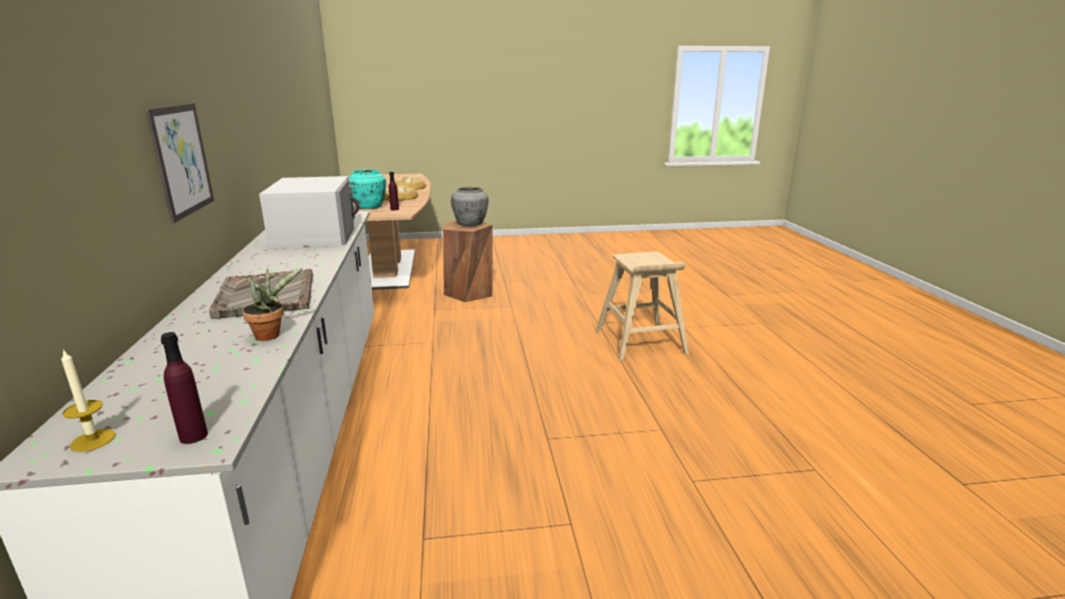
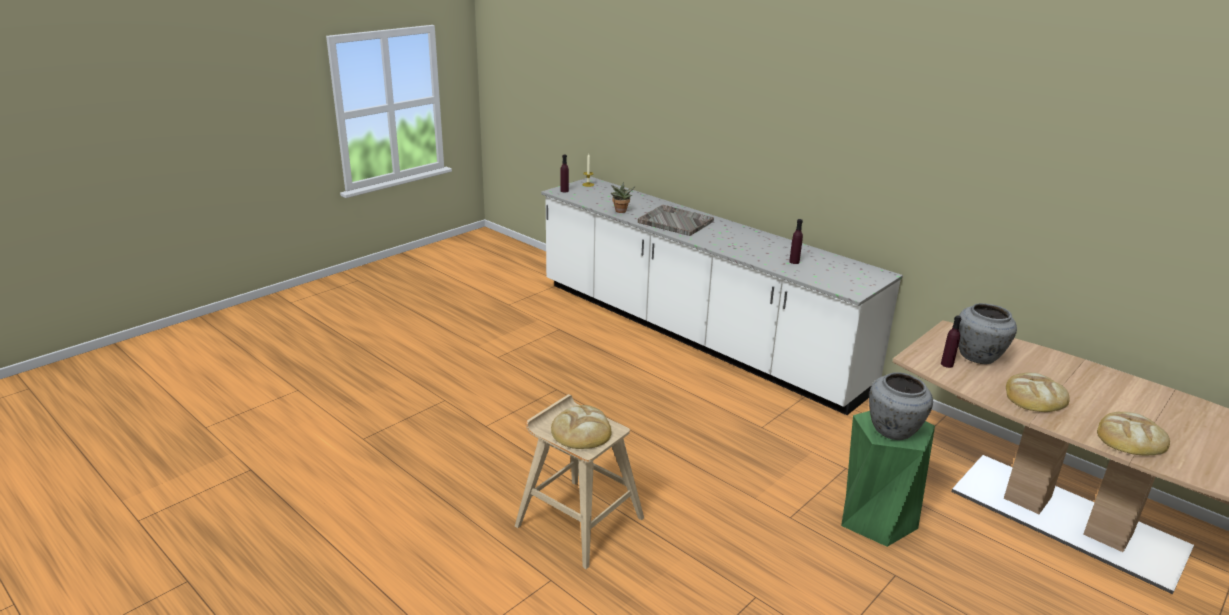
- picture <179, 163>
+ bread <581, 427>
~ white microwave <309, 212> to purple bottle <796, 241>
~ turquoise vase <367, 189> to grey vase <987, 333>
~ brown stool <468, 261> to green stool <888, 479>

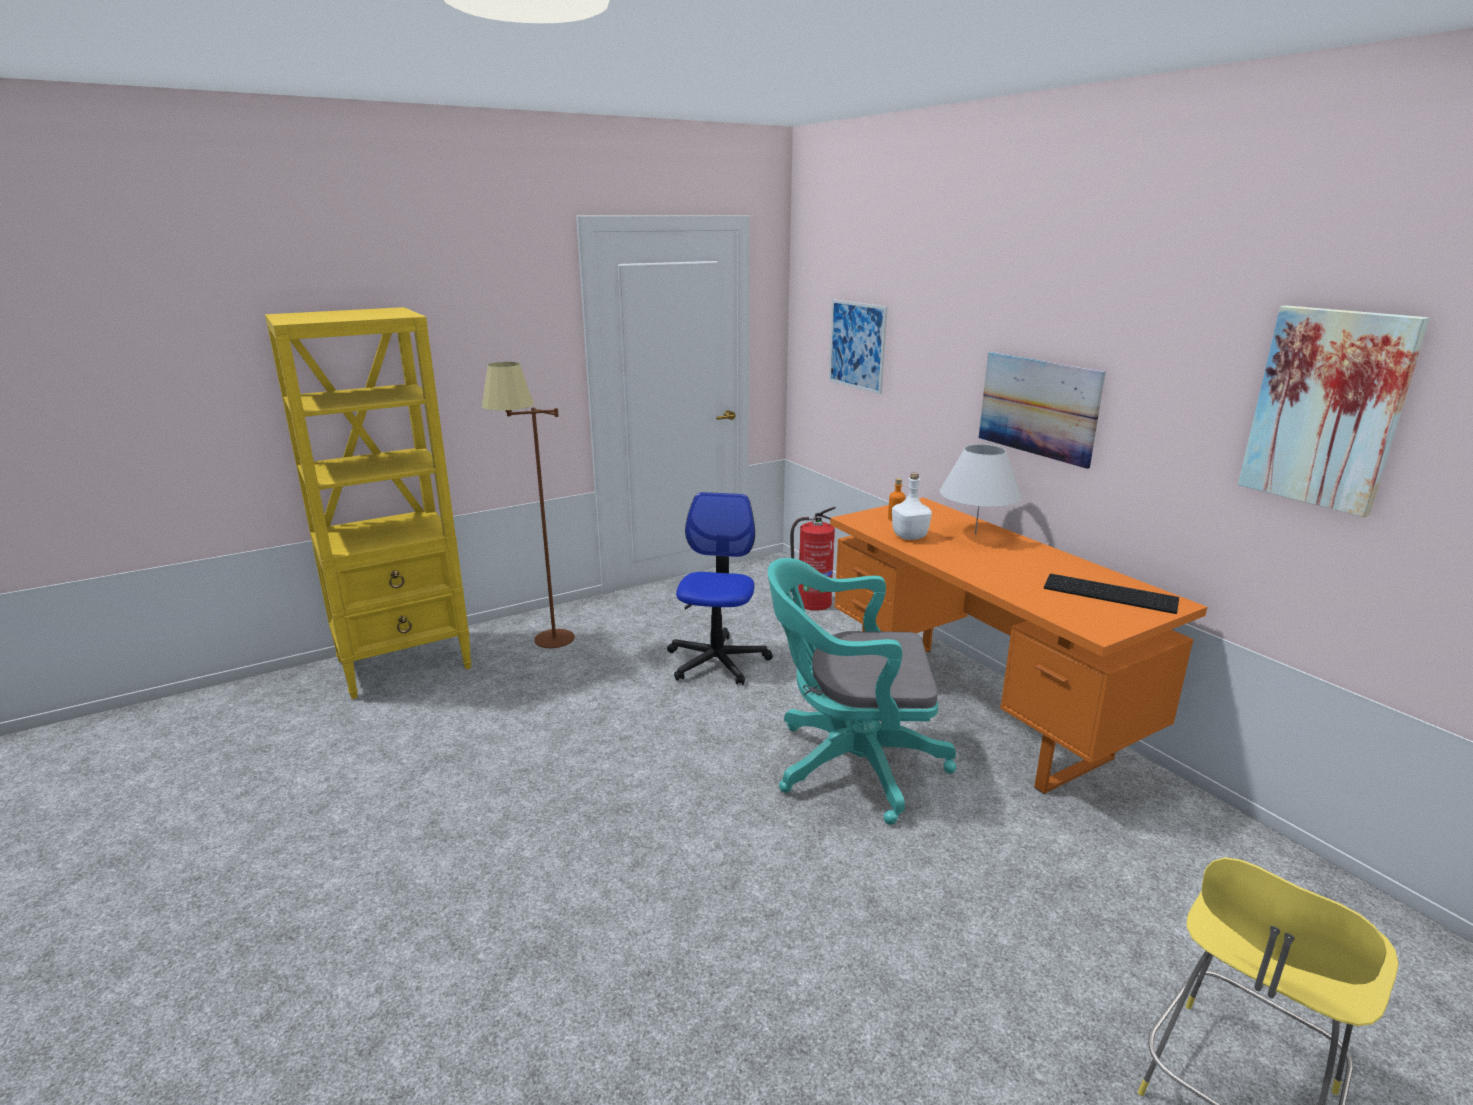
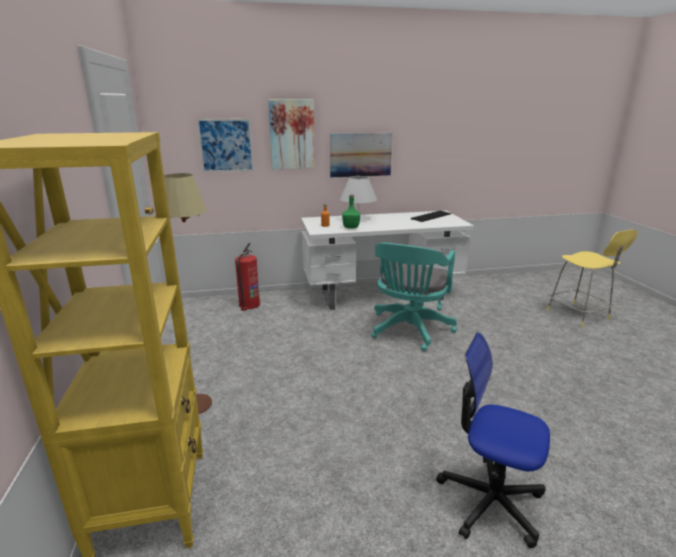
~ office chair <720, 588> to <493, 440>
~ picture <1334, 411> to <291, 134>
~ orange desk <1018, 645> to white desk <387, 260>
~ white bottle <912, 506> to green bottle <351, 211>

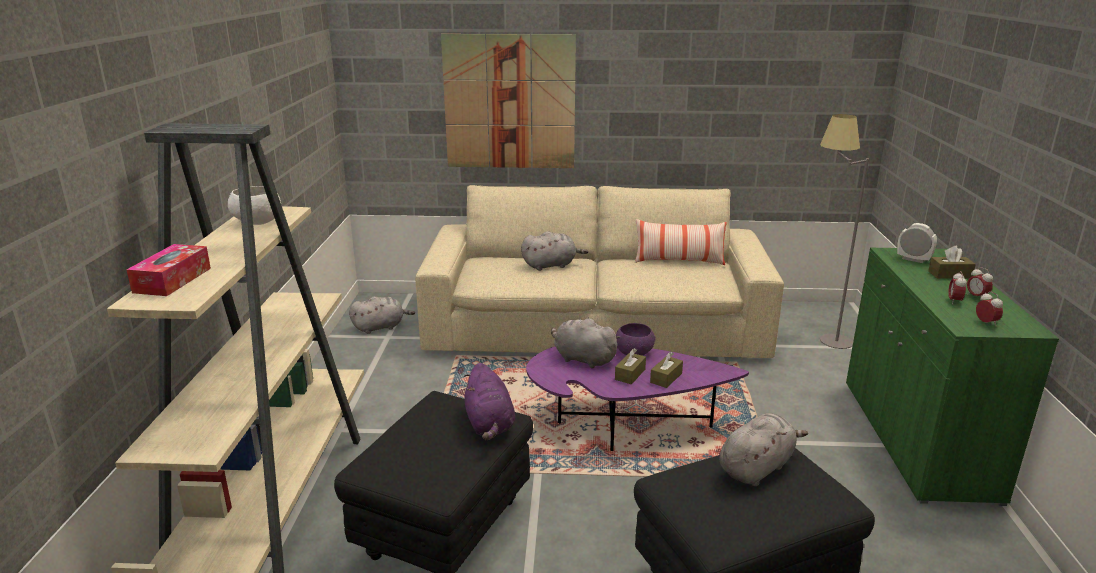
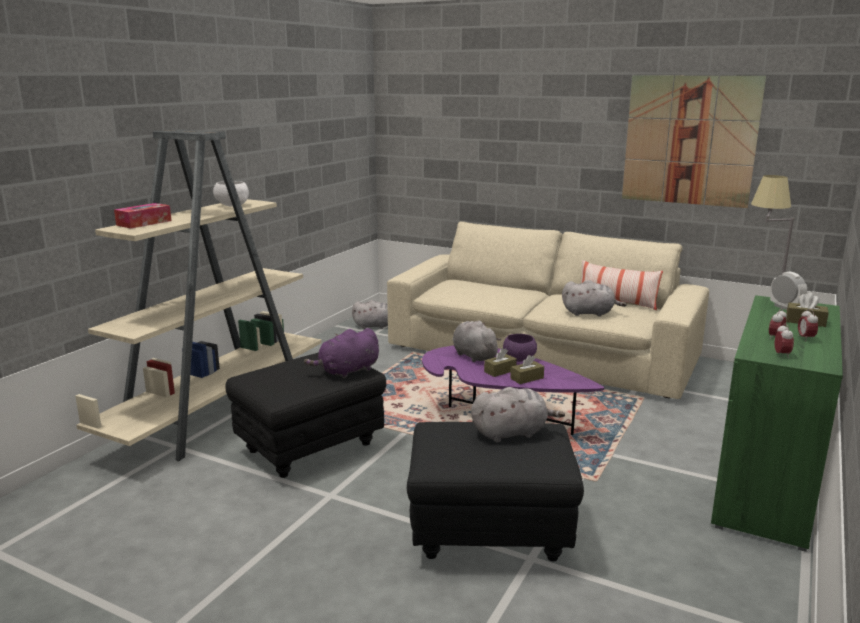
~ picture <508, 101> to <694, 142>
~ grey plush toy <554, 251> to <594, 298>
~ purple plush toy <489, 401> = <341, 353> 45 degrees clockwise

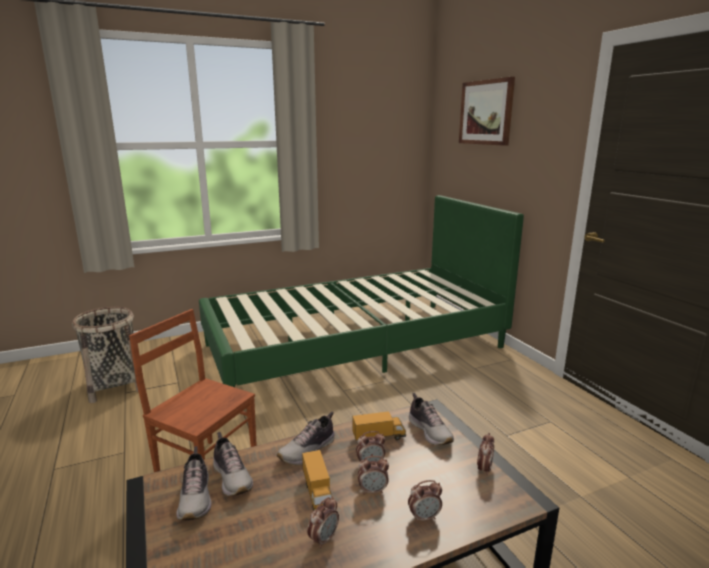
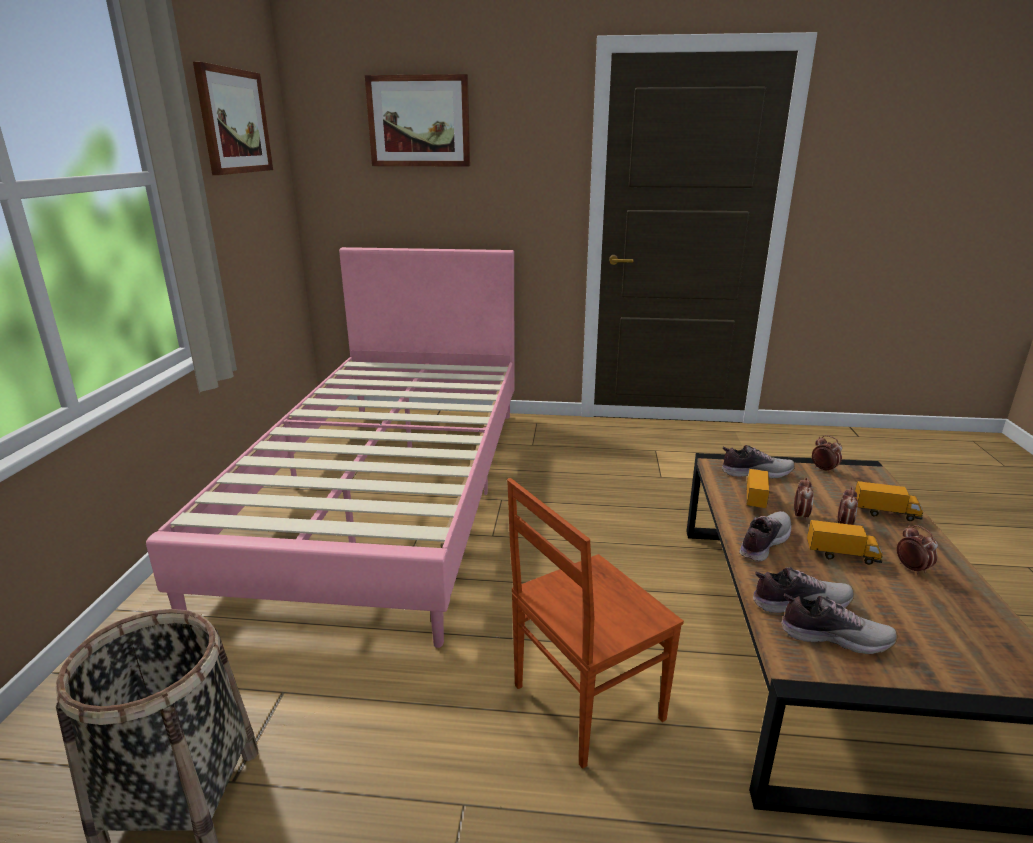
+ picture <233, 118>
~ alarm clock <425, 501> to toy truck <889, 501>
~ green bed <361, 291> to pink bed <330, 447>
~ shoe <306, 438> = <765, 536> 120 degrees counterclockwise

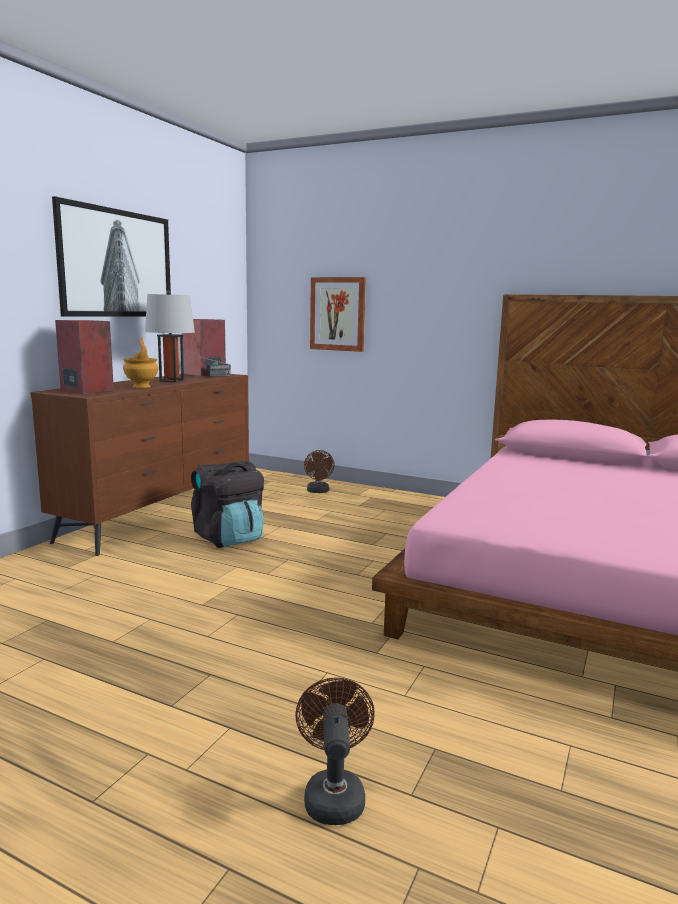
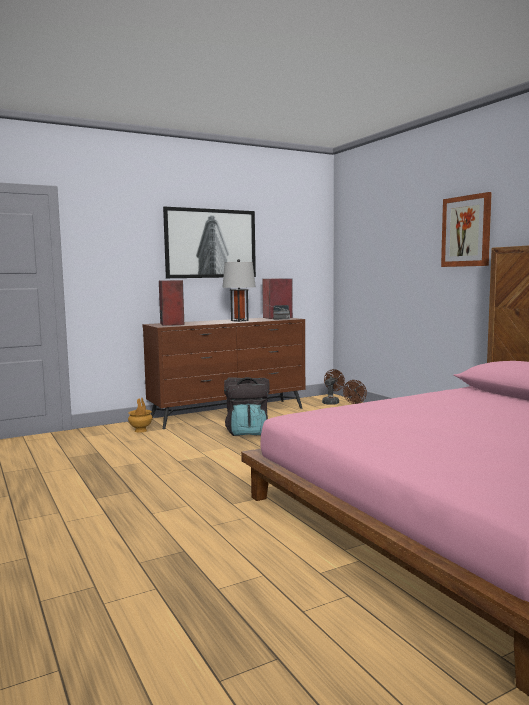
~ brown vase <141, 362> to <140, 415>
~ brown fan <335, 751> to <333, 387>
~ picture <338, 314> to <466, 229>

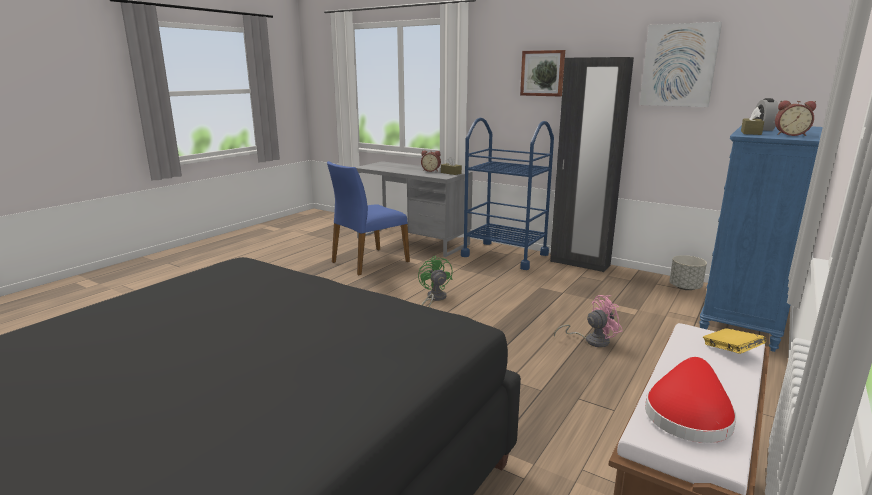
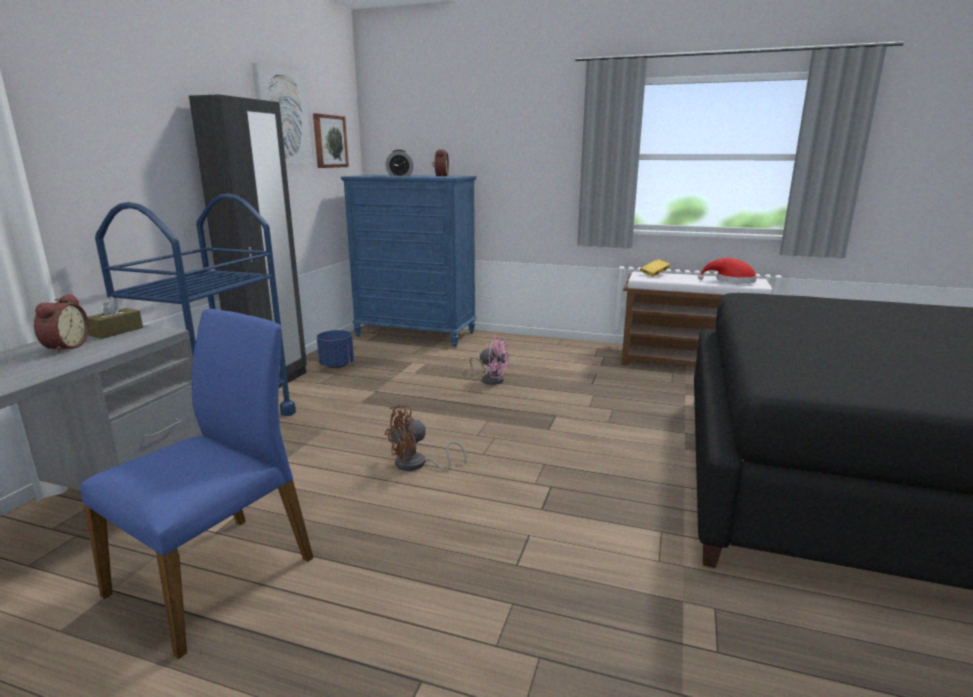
- grey planter <688, 272>
- brown tissue box <752, 121>
+ blue planter <335, 349>
~ picture <542, 73> to <331, 140>
~ green fan <435, 281> to brown fan <425, 438>
~ blue chair <368, 218> = <196, 484> 90 degrees counterclockwise
~ pink fan <588, 321> = <489, 360> 150 degrees clockwise

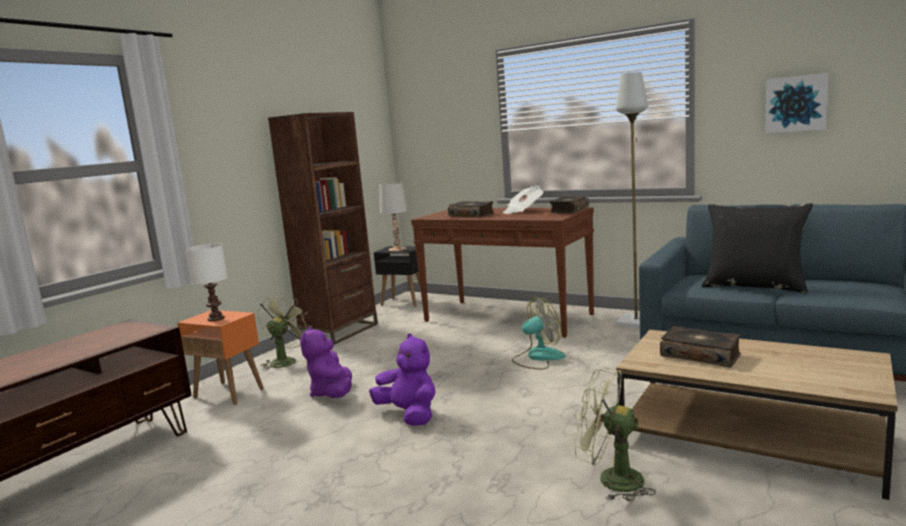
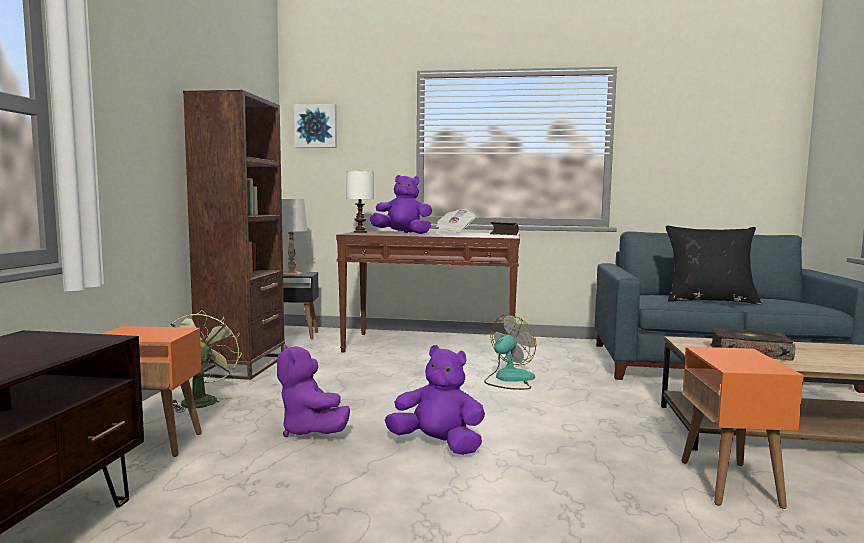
- grey floor lamp <632, 200>
~ white table lamp <206, 282> to <360, 202>
~ picture <797, 103> to <315, 126>
~ book <471, 209> to purple plush toy <400, 204>
~ green fan <614, 434> to orange side table <742, 428>

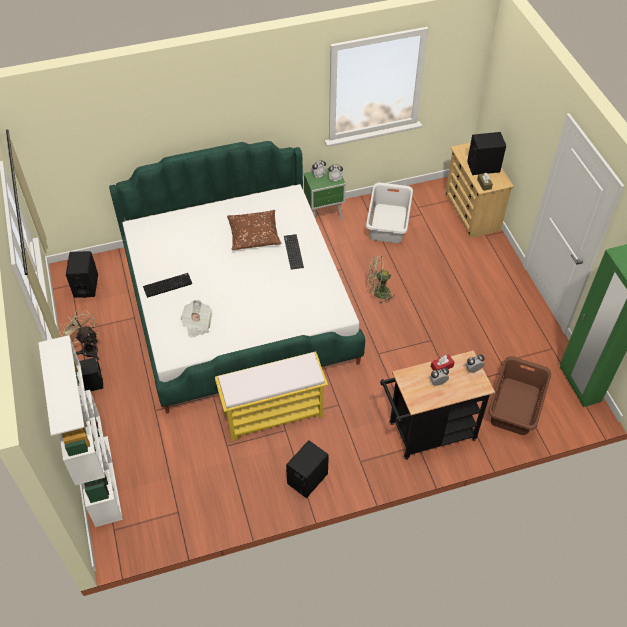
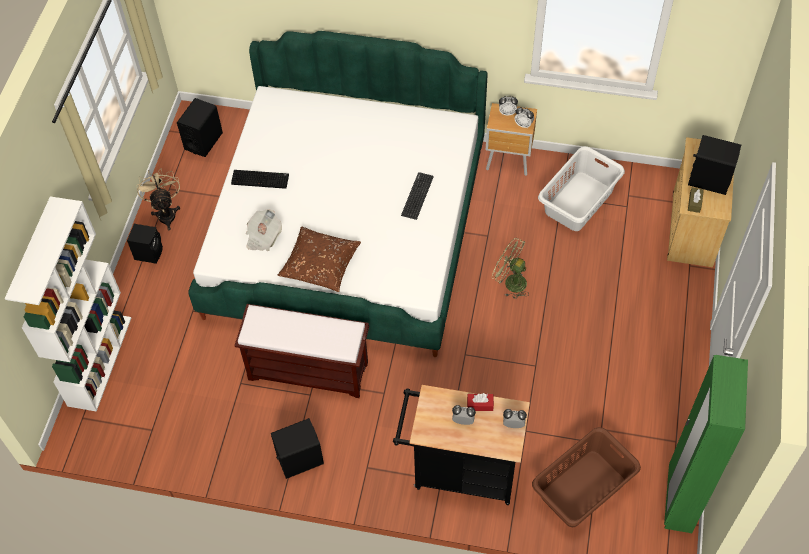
~ brown pillow <254, 230> to <319, 259>
~ yellow bench <271, 396> to brown bench <301, 351>
~ green nightstand <325, 194> to brown nightstand <511, 139>

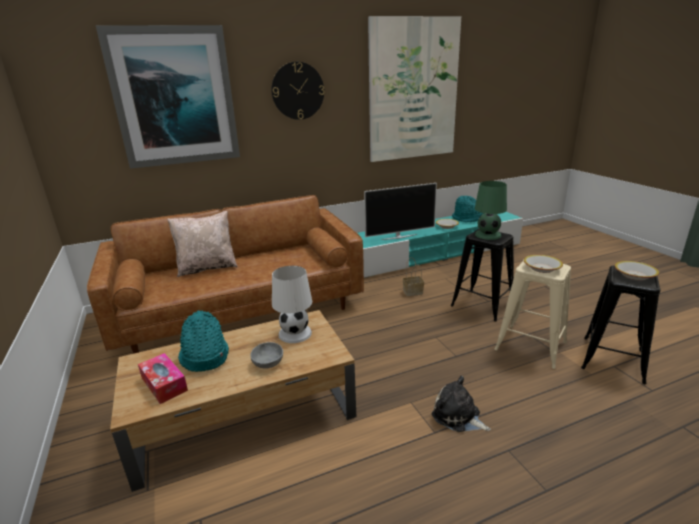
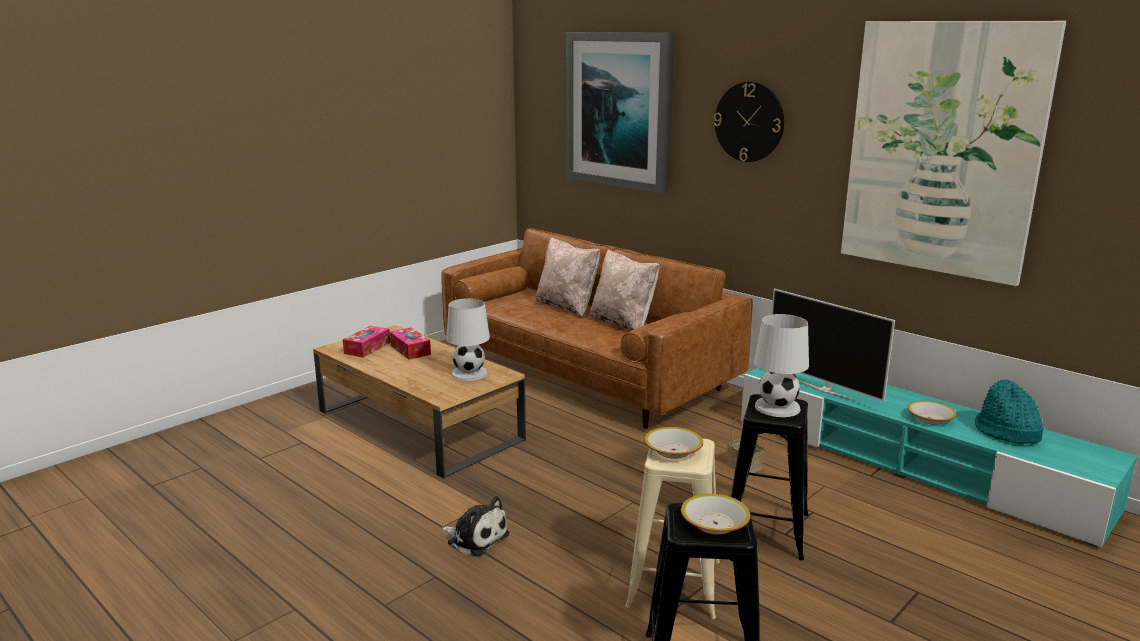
- grey bowl <266, 355>
+ beige pillow <624, 290>
~ turquoise hat <203, 341> to tissue box <410, 343>
~ green table lamp <491, 210> to white table lamp <781, 365>
~ plush toy <461, 404> = <475, 526> 105 degrees clockwise

